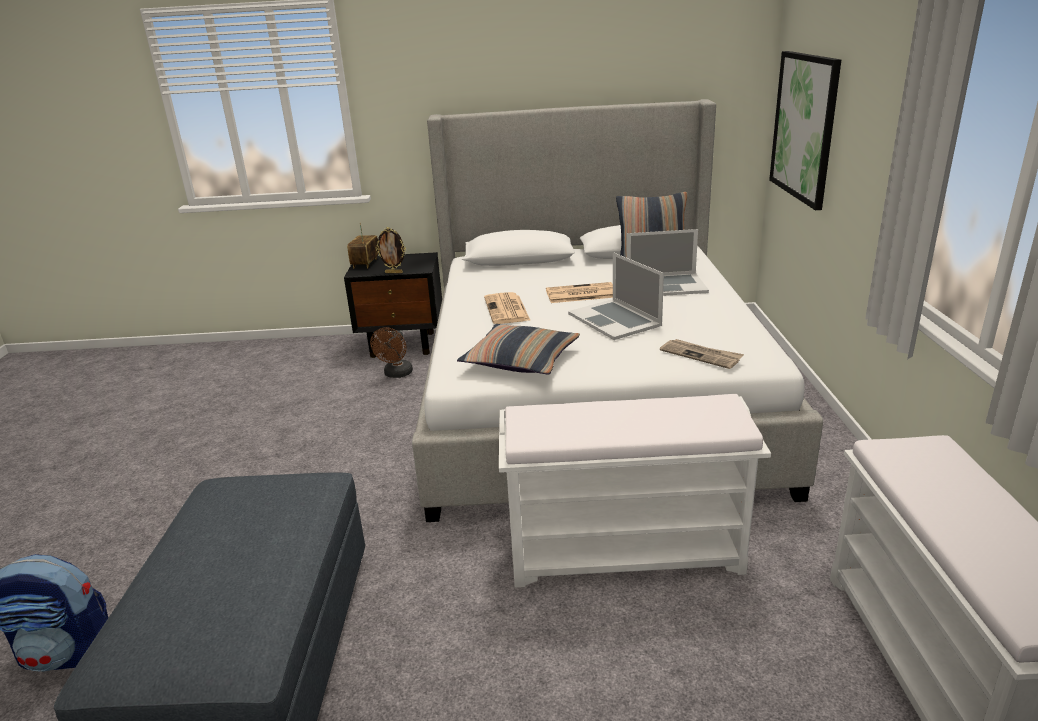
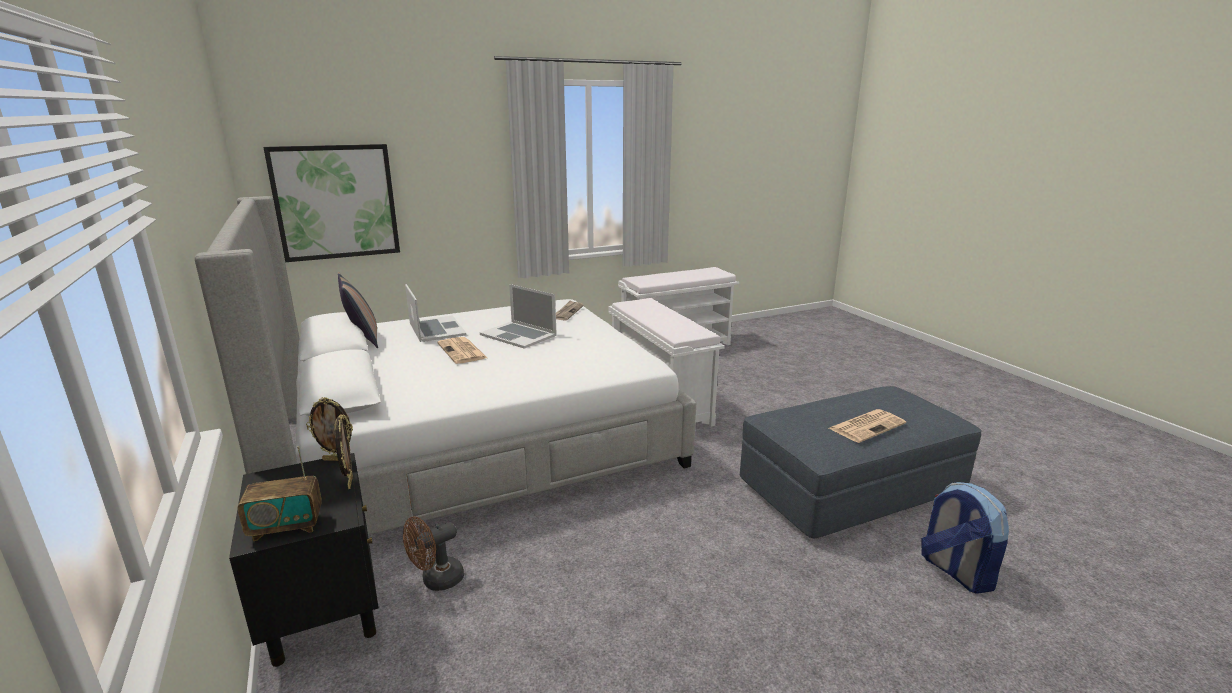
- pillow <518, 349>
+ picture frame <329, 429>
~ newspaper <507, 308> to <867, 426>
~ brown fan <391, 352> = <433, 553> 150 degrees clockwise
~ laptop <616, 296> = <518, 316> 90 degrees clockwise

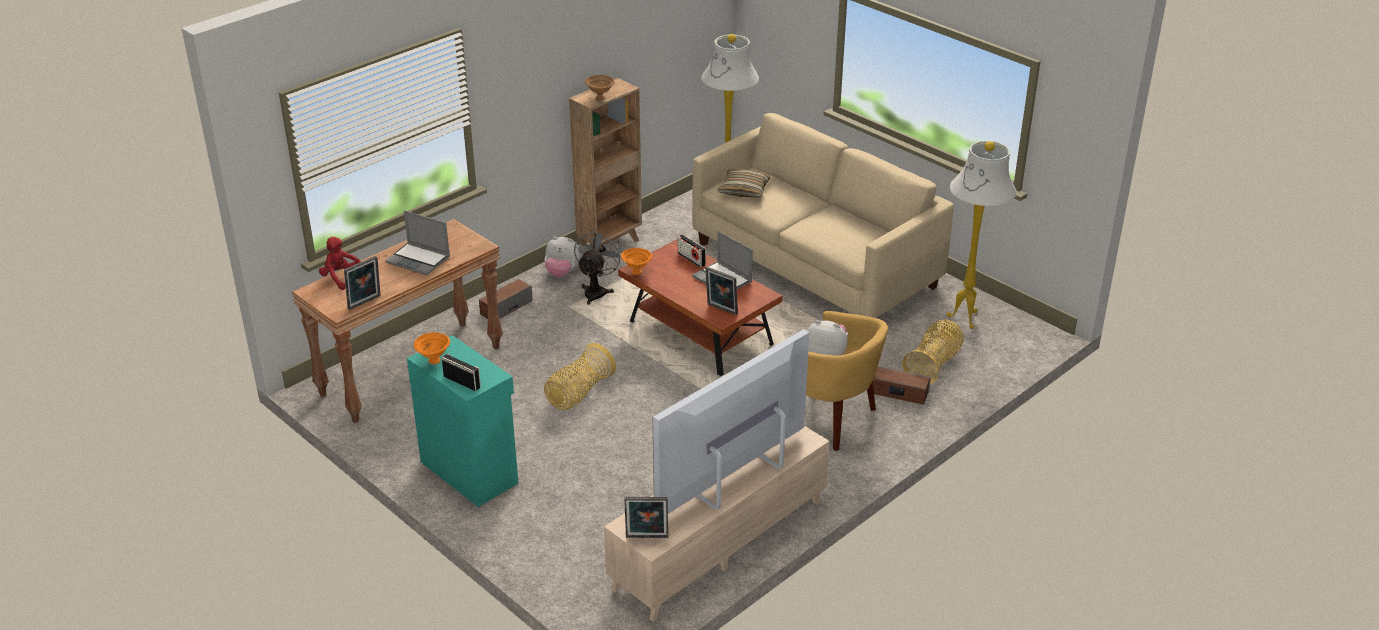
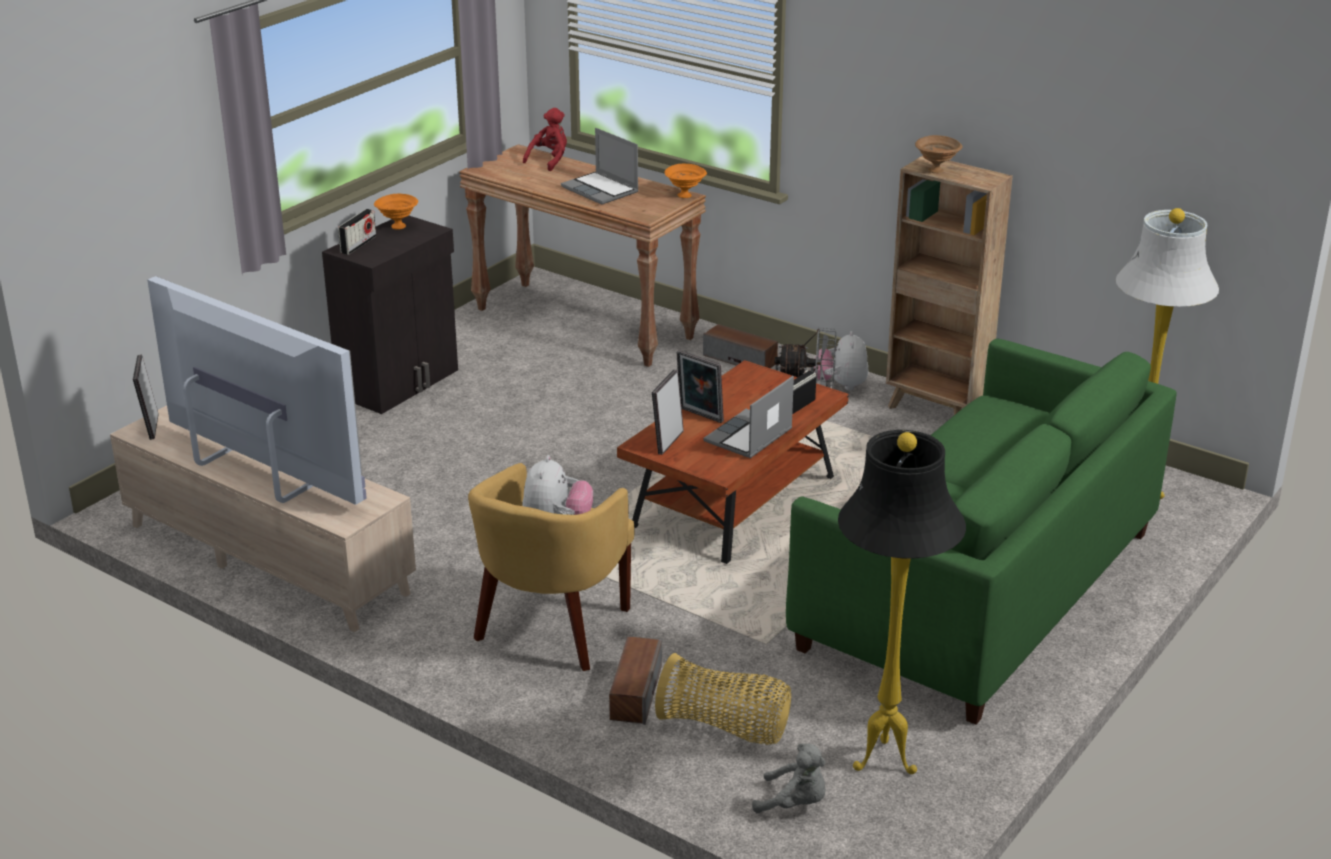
- basket <580, 376>
- pillow <744, 183>
+ grey plush toy <789, 778>
~ picture frame <362, 283> to <700, 386>
~ orange bowl <636, 261> to <685, 181>
~ turquoise cabinet <462, 421> to black cabinet <390, 314>
~ beige sofa <823, 215> to green sofa <981, 532>
~ white floor lamp <981, 235> to black floor lamp <902, 602>
~ laptop <417, 242> = <600, 166> 60 degrees counterclockwise

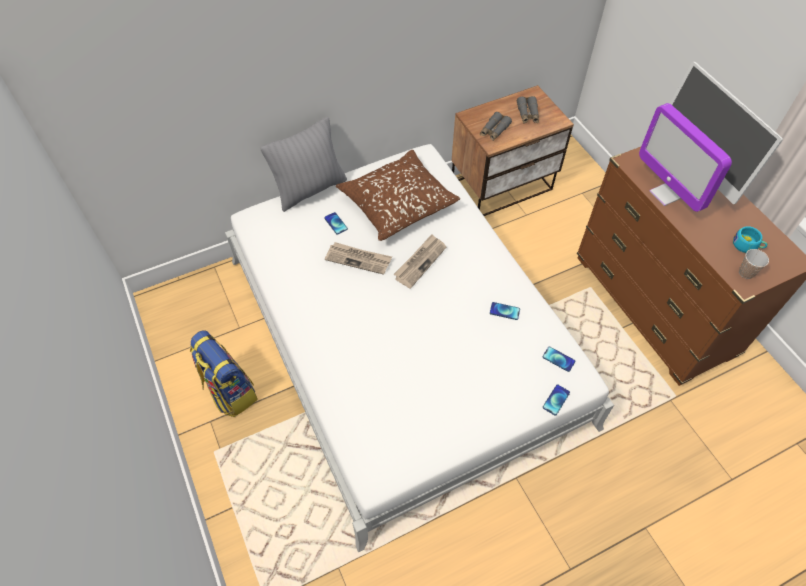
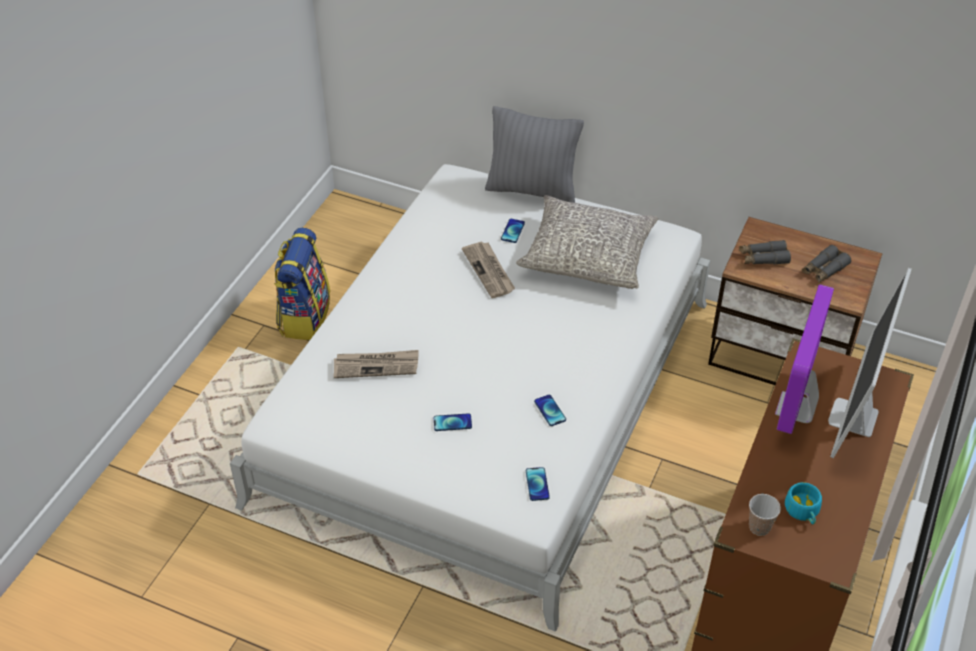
~ newspaper <420, 261> to <376, 364>
~ phone <556, 400> to <453, 422>
~ brown pillow <398, 195> to grey pillow <587, 242>

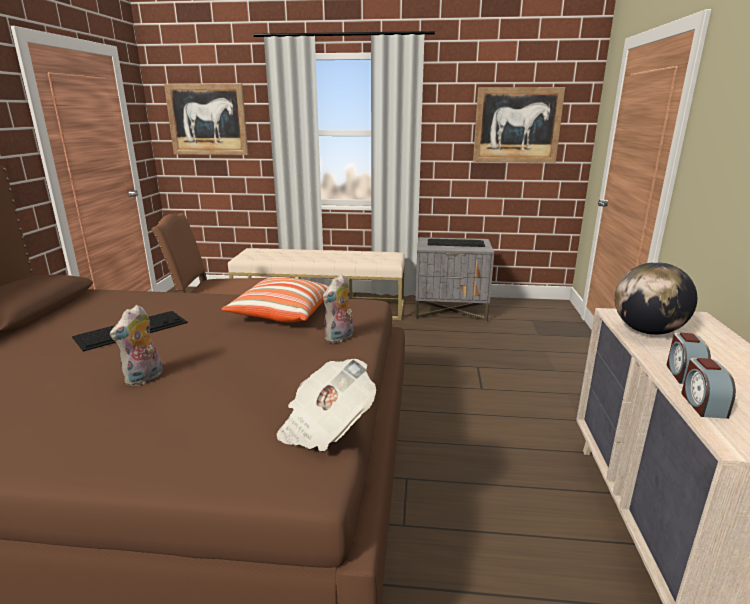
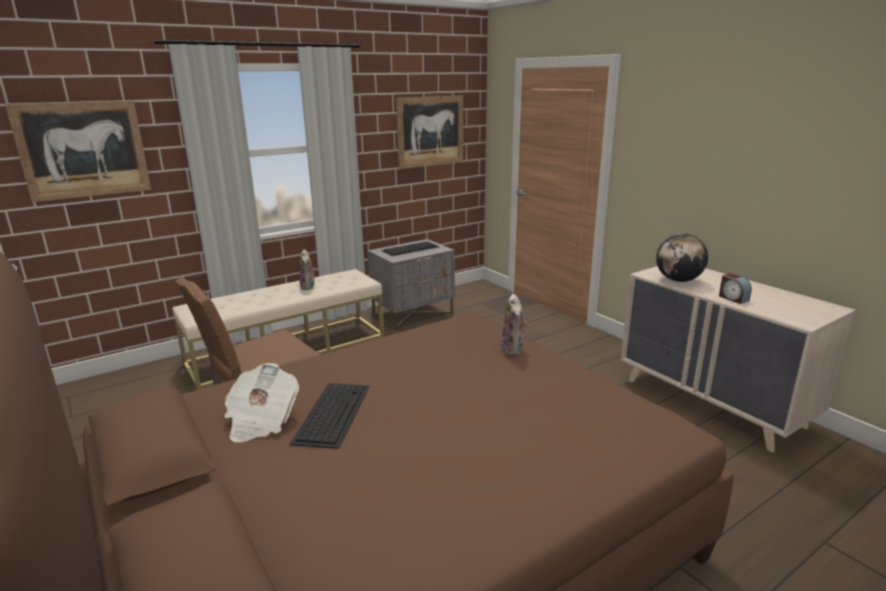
- pillow <275, 299>
- alarm clock <708, 388>
~ plush toy <136, 345> to <307, 269>
~ newspaper <326, 405> to <261, 402>

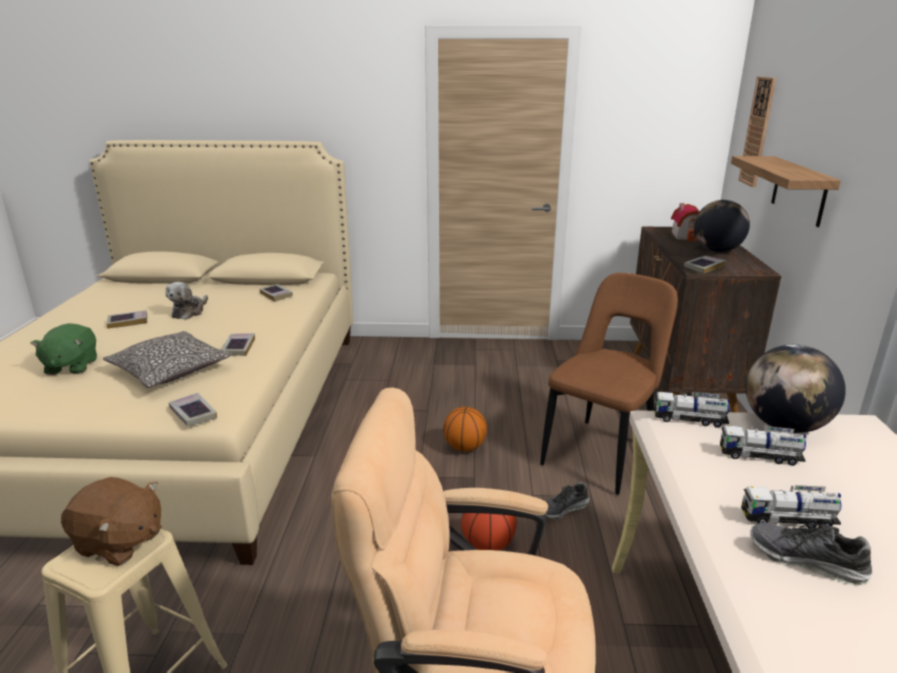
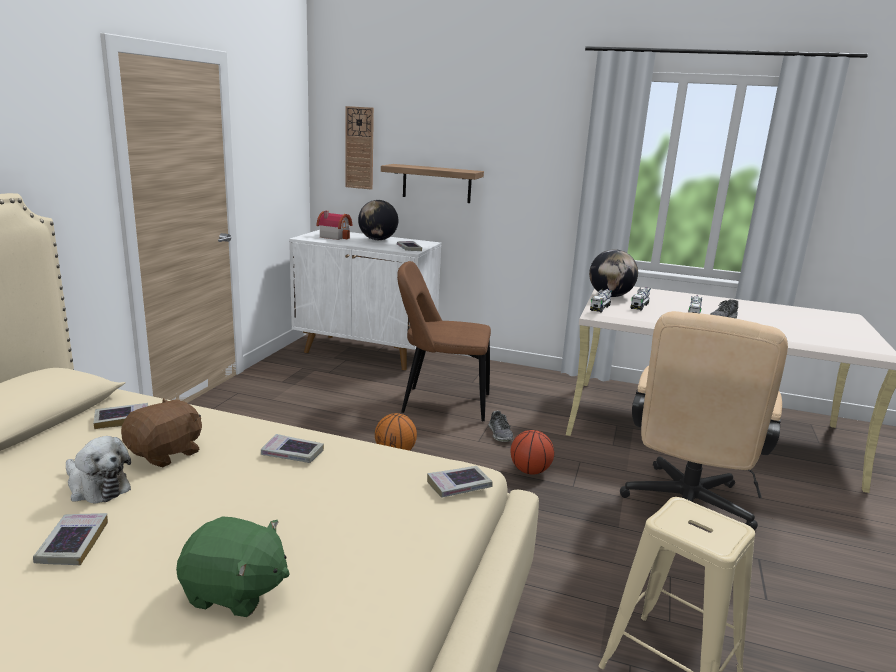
- pillow <167, 359>
~ brown plush toy <111, 521> to <161, 432>
~ brown cabinet <705, 319> to white cabinet <365, 300>
~ brown chair <609, 384> = <444, 341> 45 degrees counterclockwise

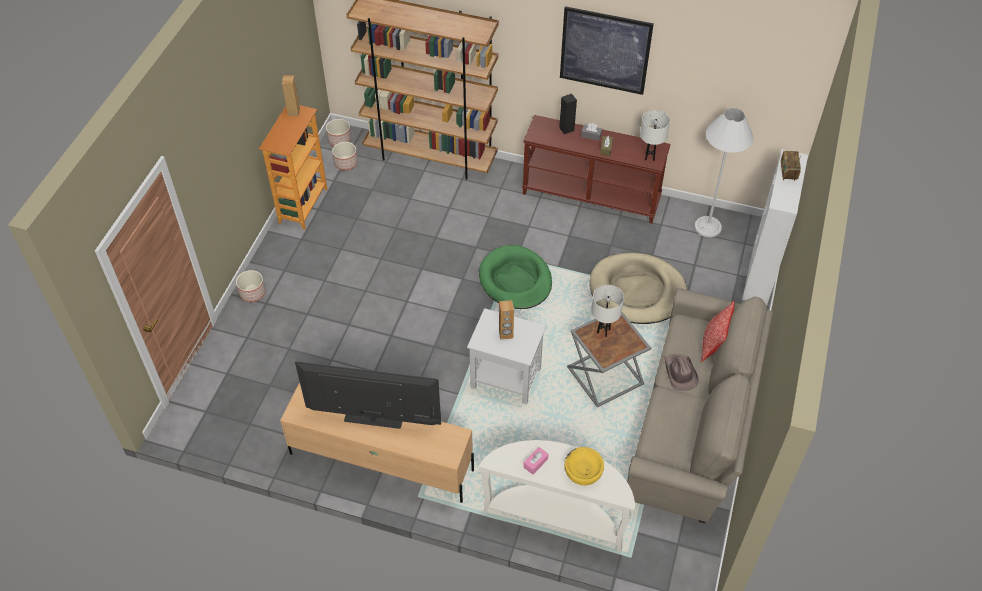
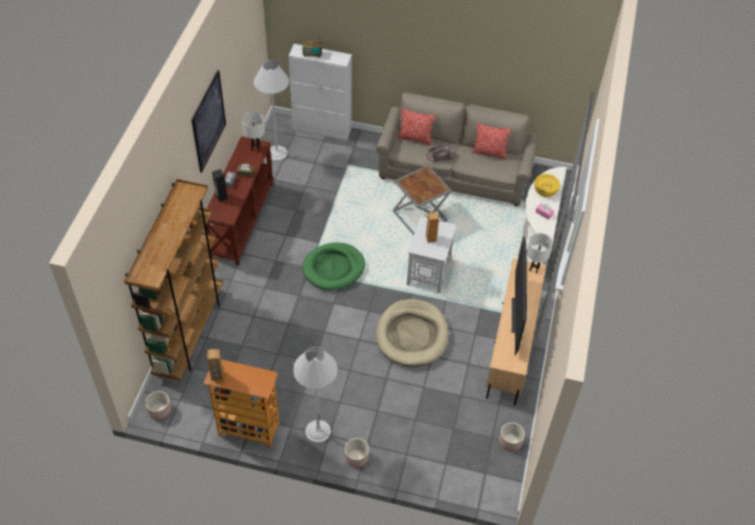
+ white floor lamp <315, 395>
+ pillow <492, 141>
~ planter <345, 156> to <512, 437>
~ beige dog bed <638, 288> to <412, 333>
~ white table lamp <607, 311> to <540, 253>

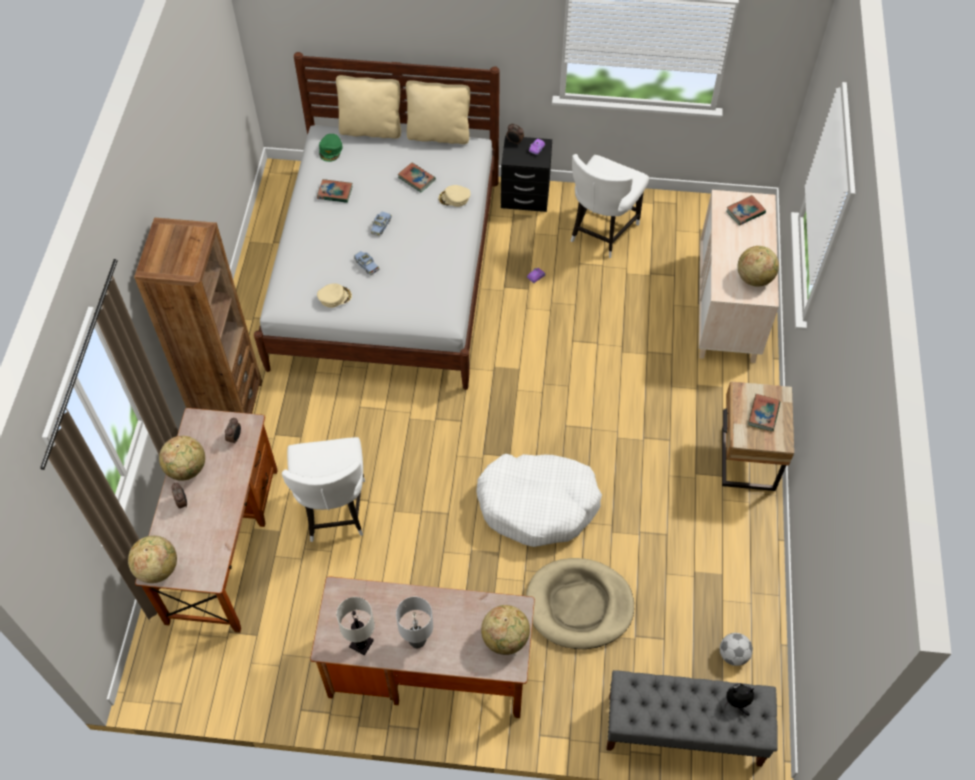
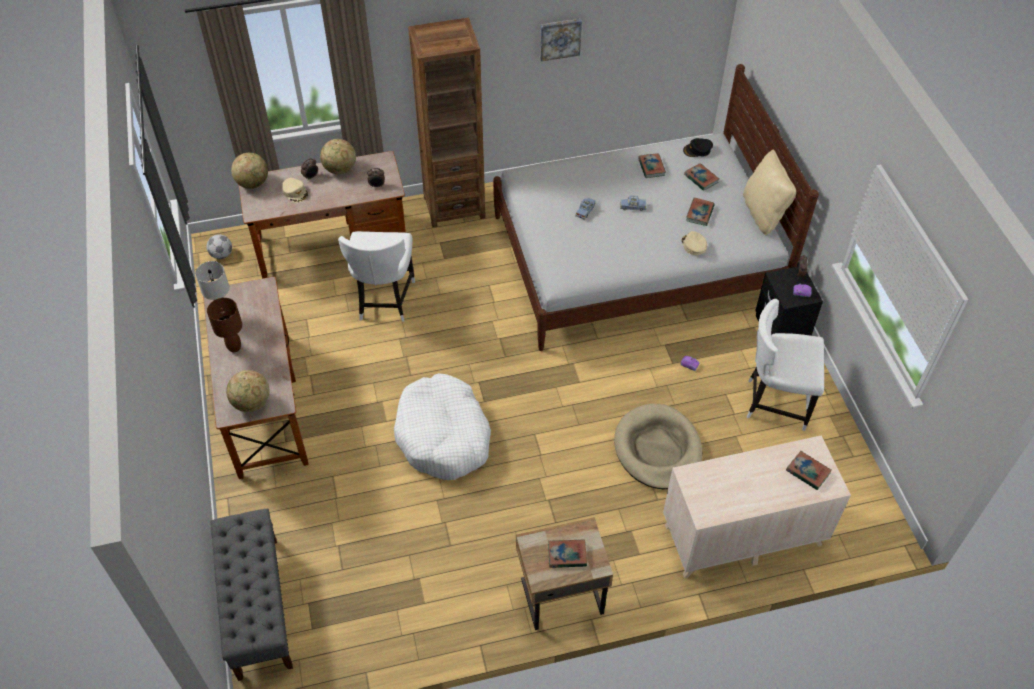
- beige pillow <368, 107>
- plush toy <739, 700>
- globe <758, 266>
+ picture <561, 40>
+ book <701, 177>
~ beige cap <334, 296> to <295, 190>
~ beige dog bed <580, 603> to <658, 446>
~ football <736, 649> to <219, 246>
~ green cap <331, 148> to black cap <698, 147>
~ grey table lamp <414, 622> to brown table lamp <224, 325>
~ white chair <323, 489> = <376, 276> 60 degrees counterclockwise

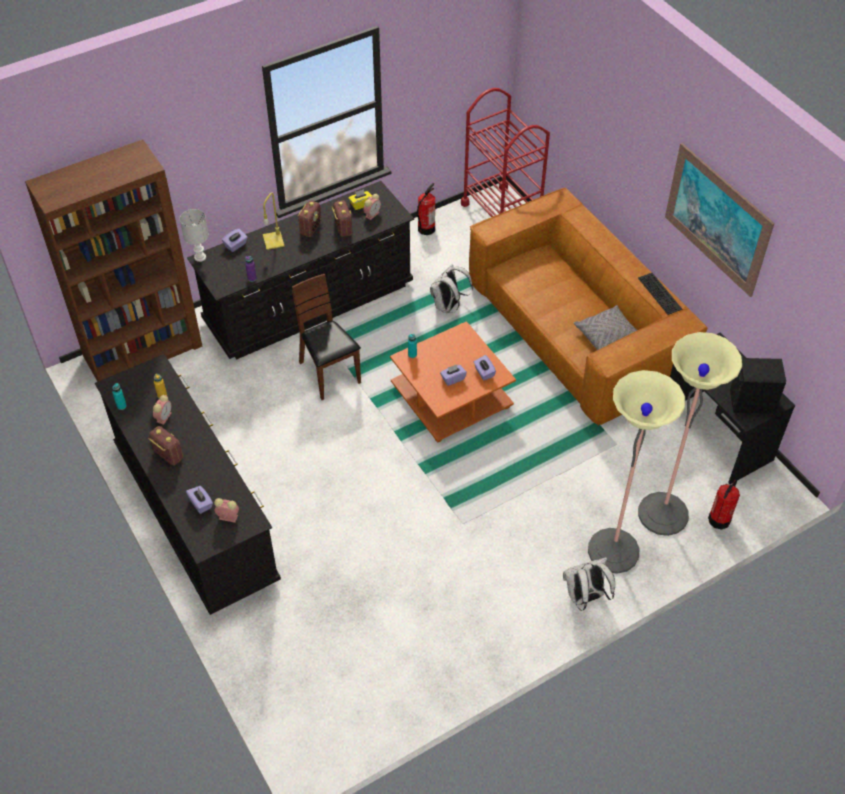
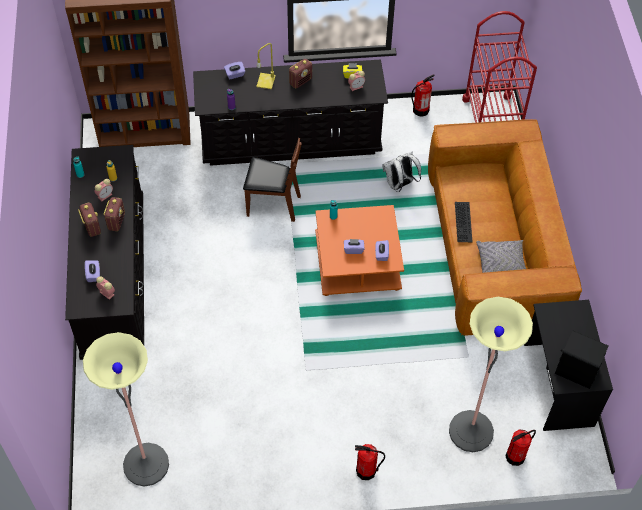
- white table lamp <194, 235>
- picture <720, 220>
~ radio <342, 218> to <114, 214>
~ floor lamp <636, 472> to <126, 409>
~ keyboard <660, 294> to <464, 222>
~ white backpack <589, 584> to fire extinguisher <370, 462>
~ brown chair <326, 337> = <272, 180> 105 degrees clockwise

